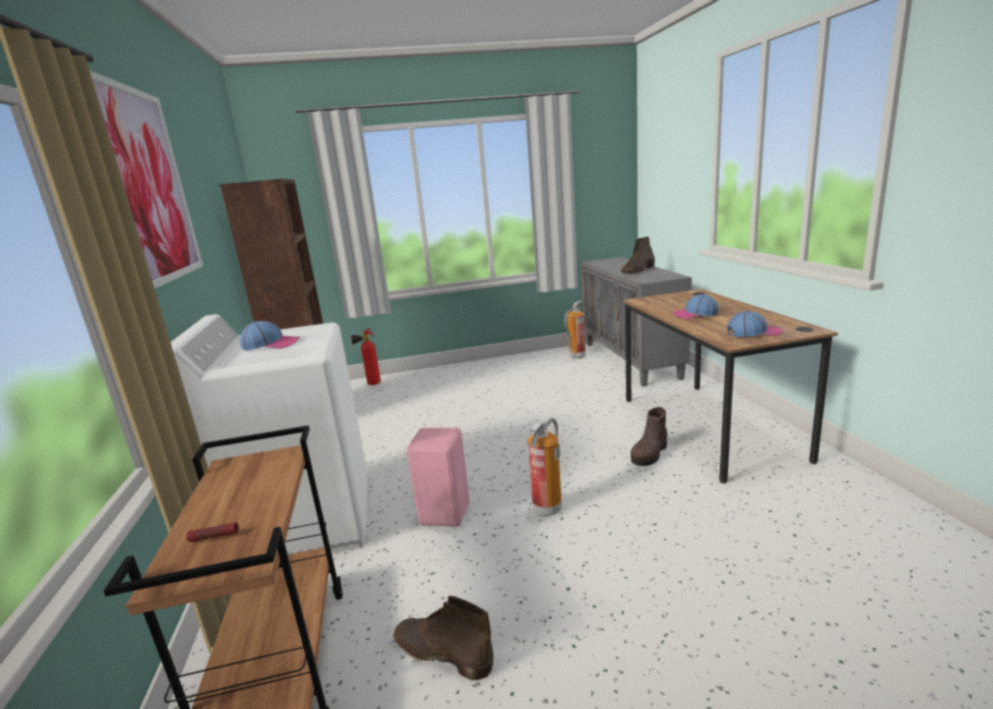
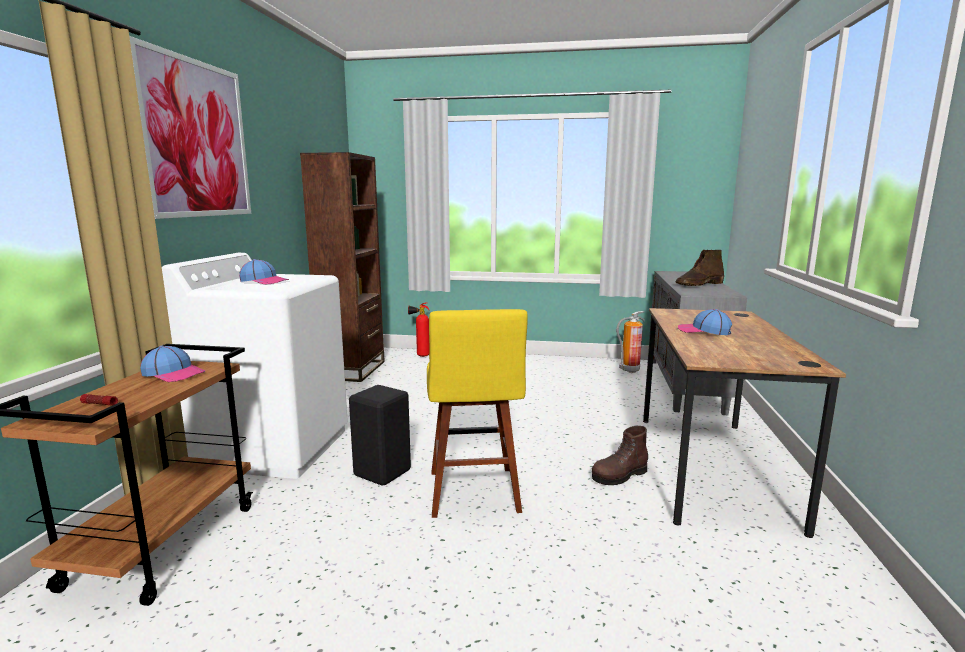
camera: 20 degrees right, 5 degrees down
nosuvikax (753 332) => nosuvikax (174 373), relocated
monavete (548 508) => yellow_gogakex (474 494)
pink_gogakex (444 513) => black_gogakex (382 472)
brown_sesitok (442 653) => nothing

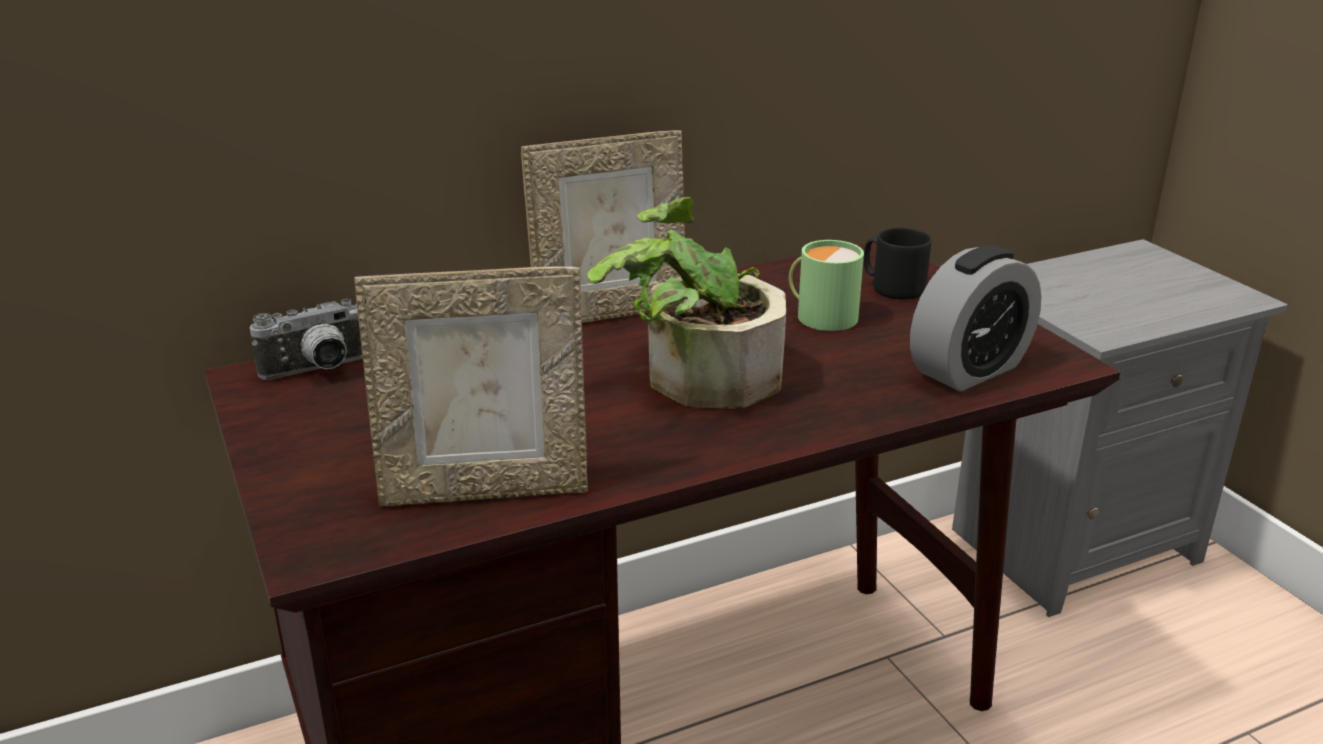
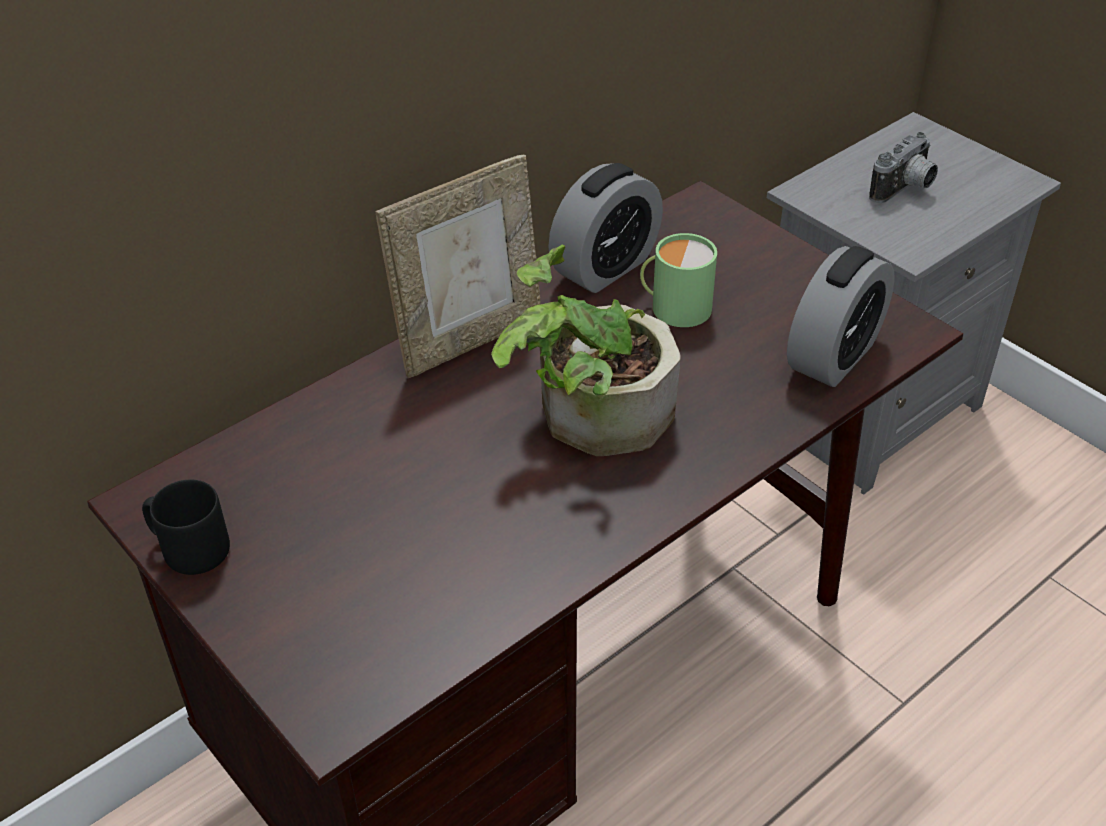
camera: 15 degrees left, 15 degrees up
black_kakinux (892 288) => black_kakinux (189 548), relocated
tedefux (485 490) => nothing
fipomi (317 371) => fipomi (905 190), relocated
nothing => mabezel (605 267)

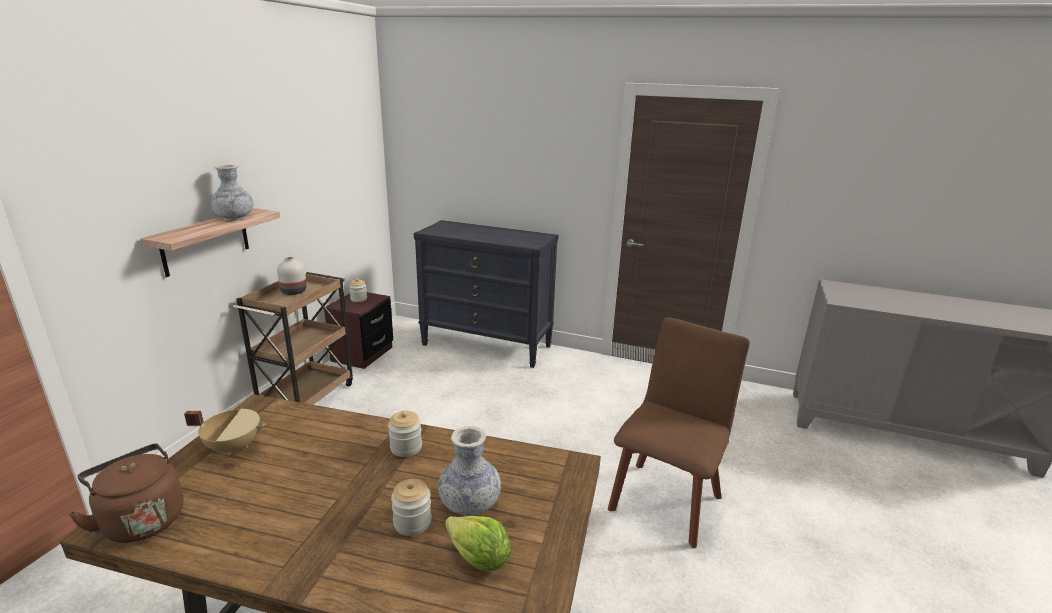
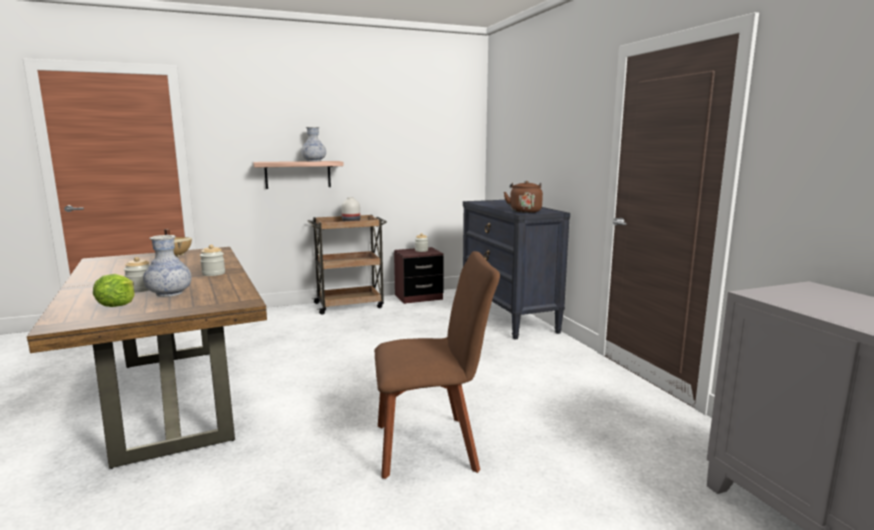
camera: 50 degrees right, 10 degrees down
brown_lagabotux (141 519) => brown_lagabotux (524 211), relocated

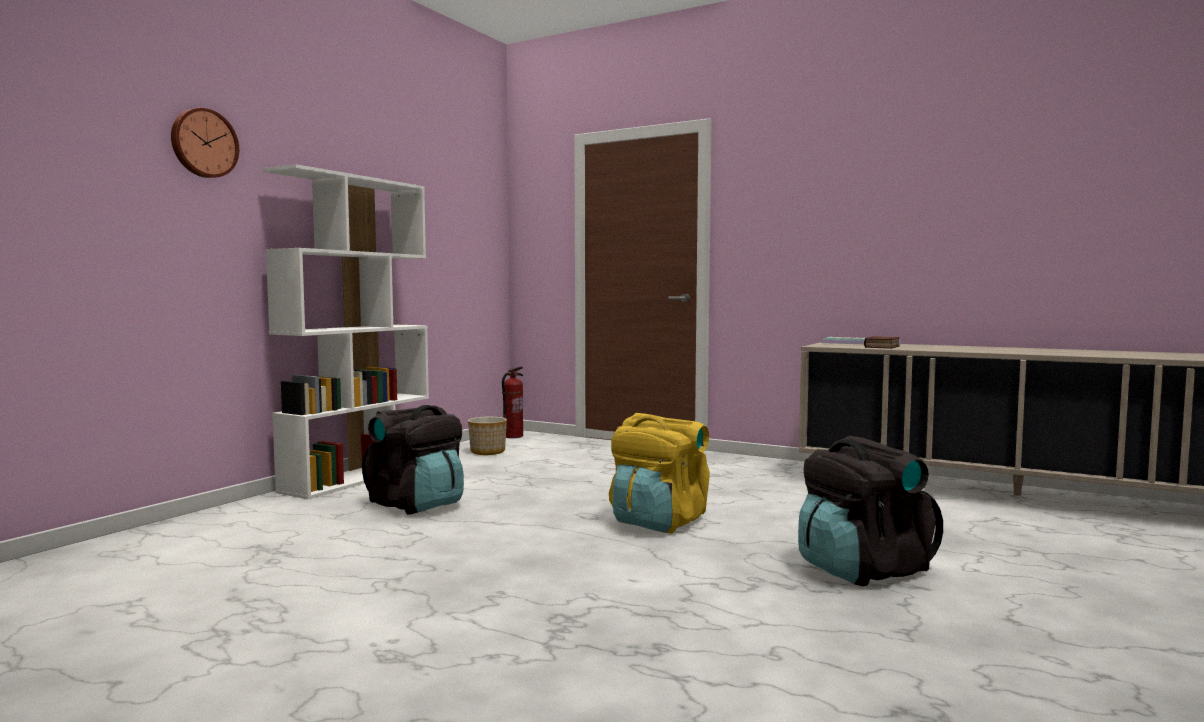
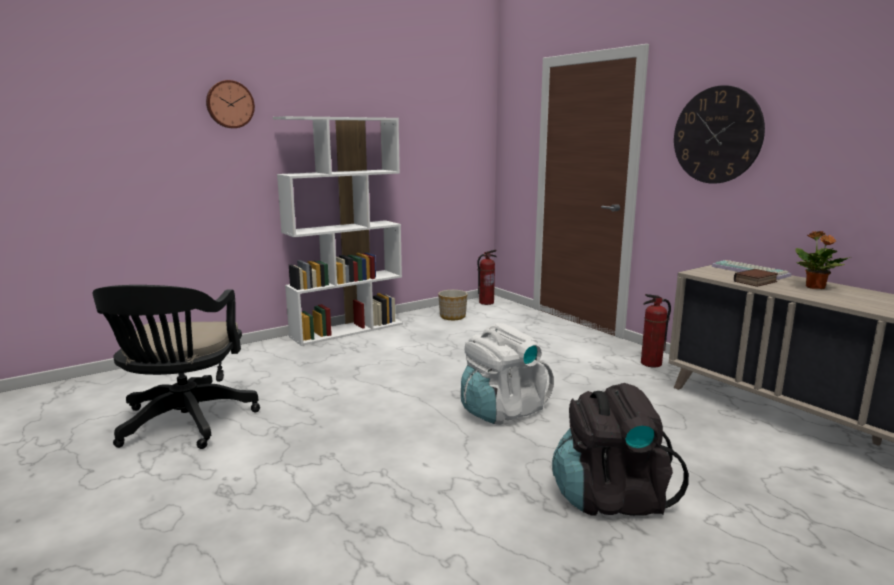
camera: 25 degrees right, 10 degrees up
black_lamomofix (417 505) => nothing
yellow_lamomofix (658 522) => white_lamomofix (502 411)
nothing => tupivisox (717 135)
nothing => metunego (815 287)
nothing => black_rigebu (184 424)
nothing => monavete (651 364)

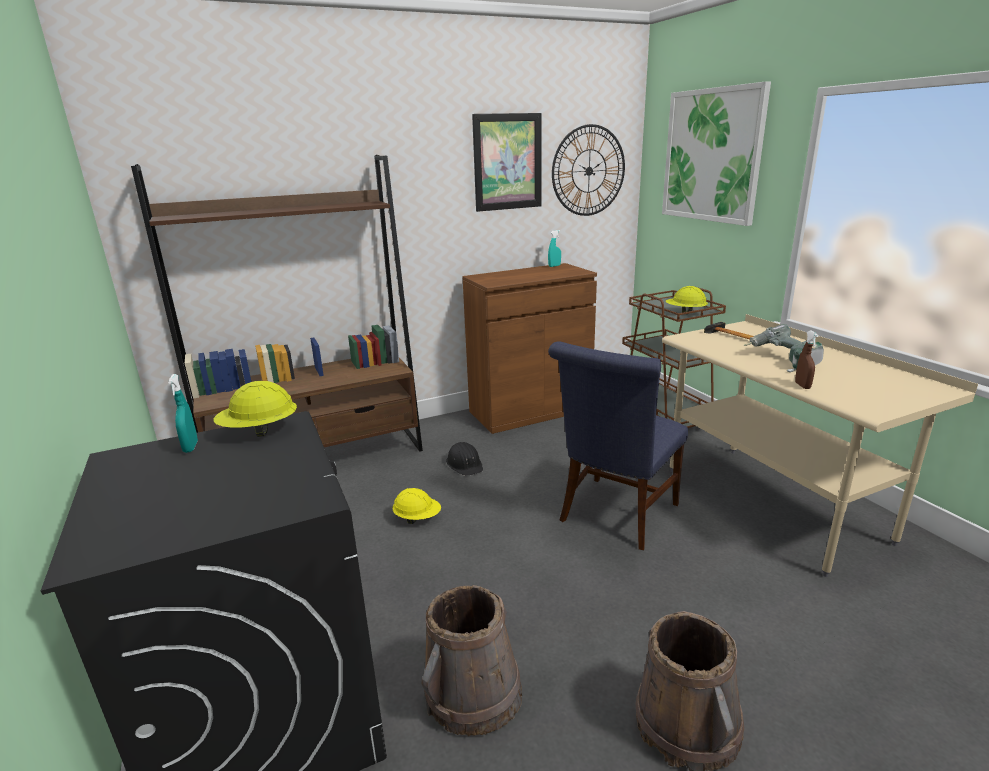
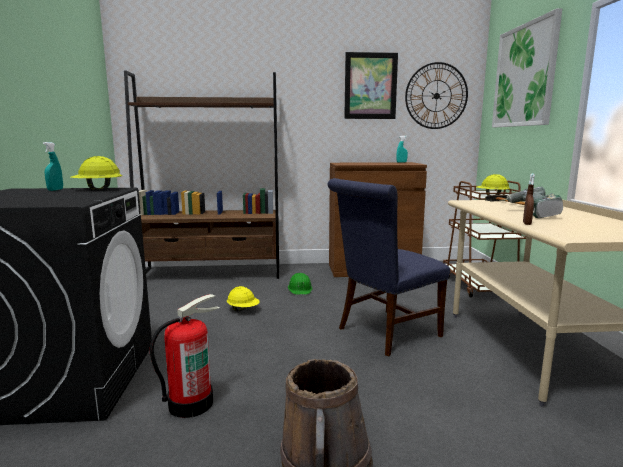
camera: 20 degrees right, 10 degrees down
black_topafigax (465 464) => green_topafigax (300 289)
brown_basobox (473 693) => monavete (190 403)

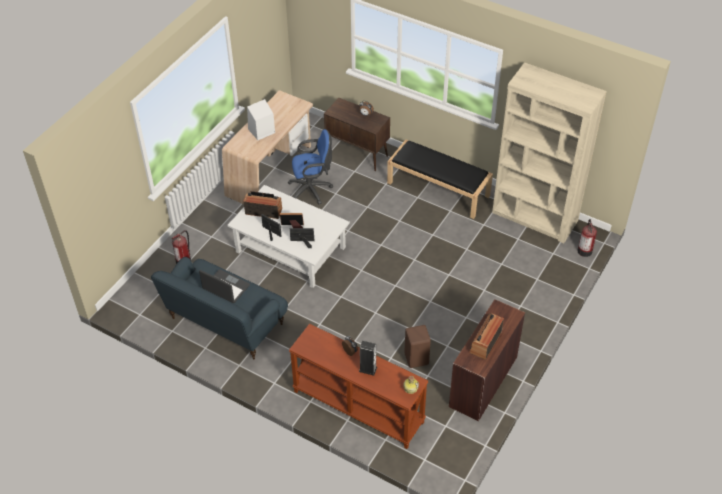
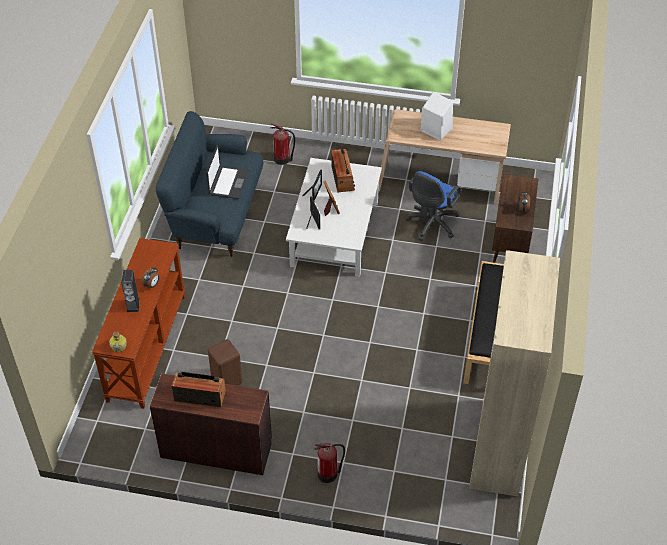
camera: 70 degrees right, 0 degrees up
blue_rigebu (312 190) => blue_rigebu (431 225), 60 degrees clockwise
monavete (584 250) => monavete (328 473), relocated

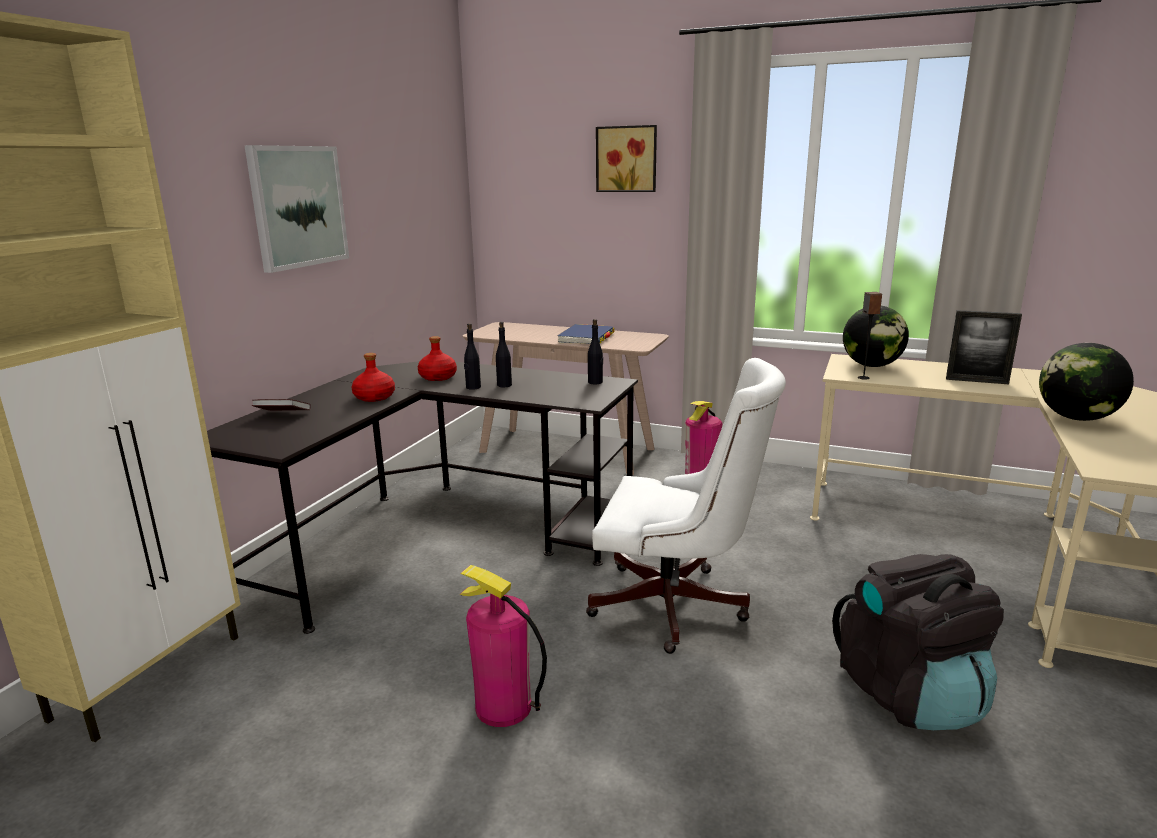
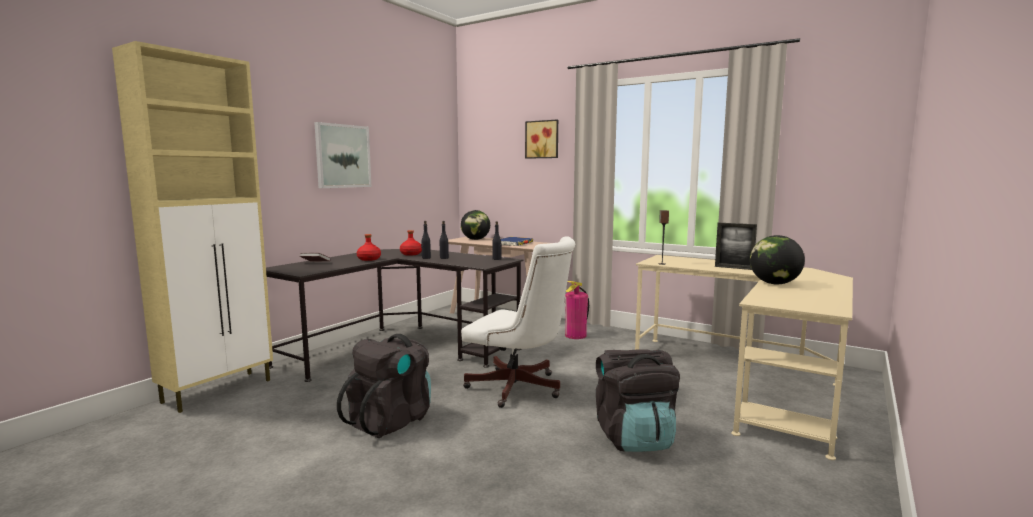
camera: 10 degrees right, 10 degrees down
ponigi (871 365) => ponigi (475 239), relocated
monavete (503 707) => black_lamomofix (391 420)

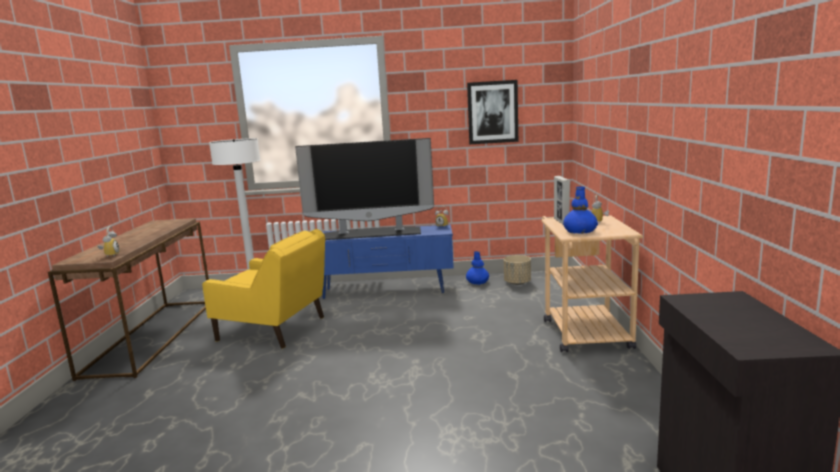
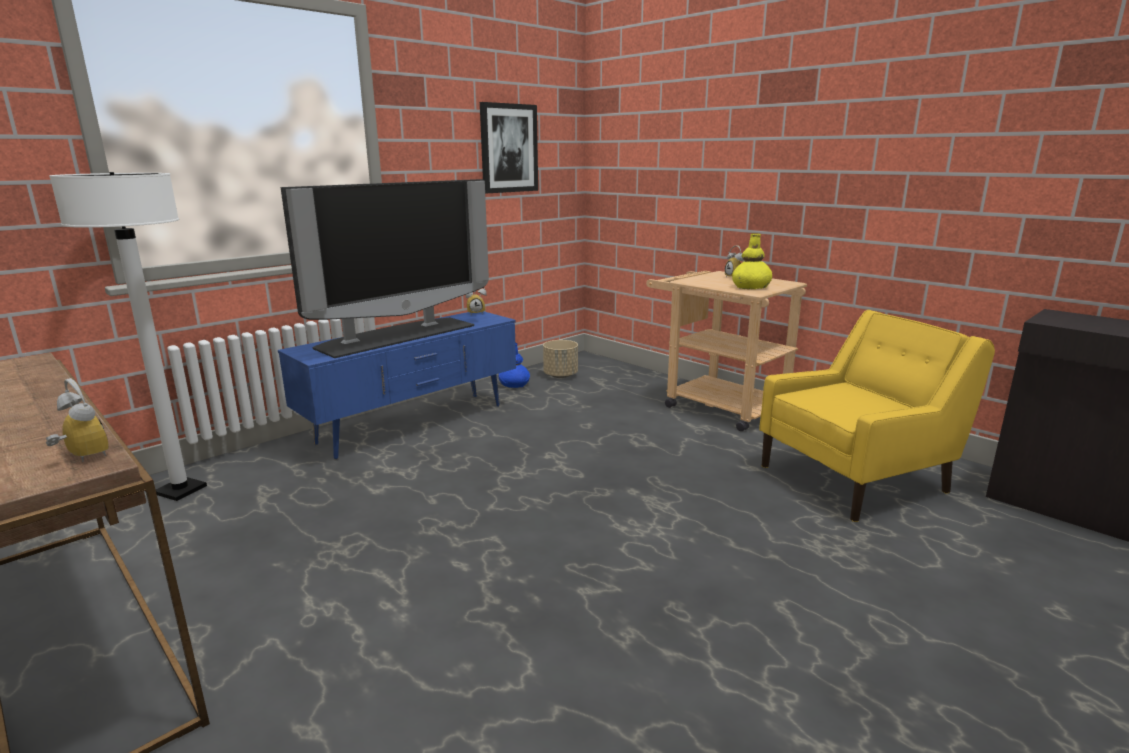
camera: 45 degrees left, 5 degrees up
tedefux (561 222) => nothing
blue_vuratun (580 231) => yellow_vuratun (751 287)
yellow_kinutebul (274 330) => yellow_kinutebul (856 478), relocated

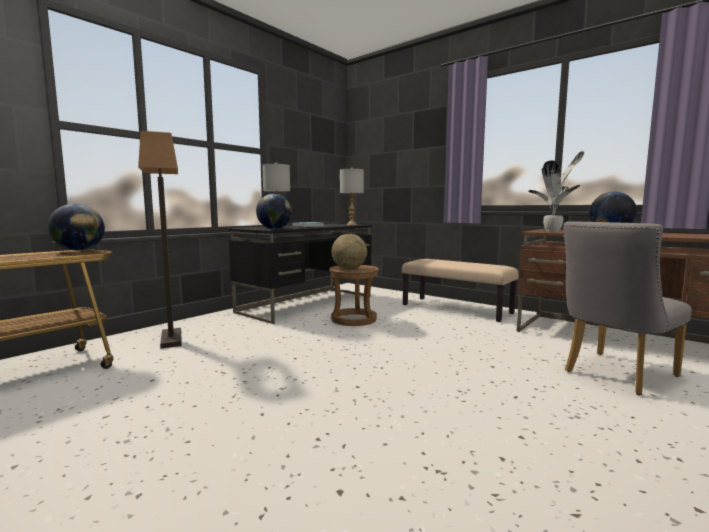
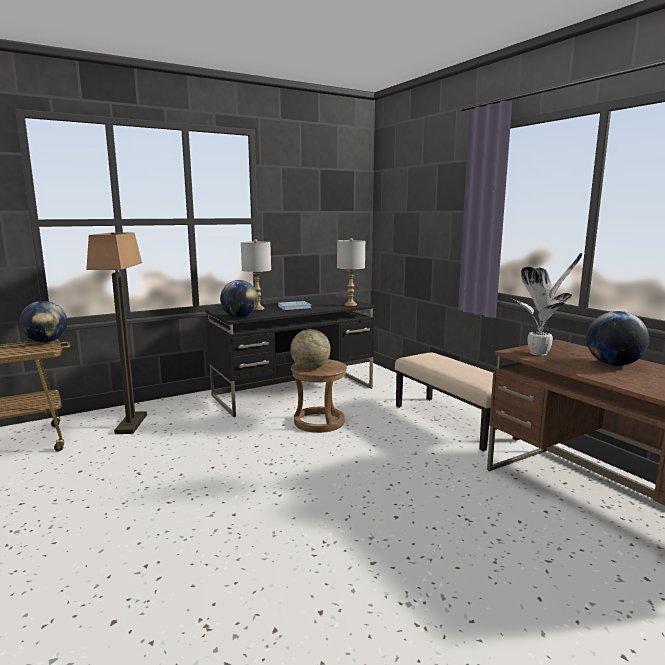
camera: 20 degrees right, 5 degrees up
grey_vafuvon (614 374) => nothing

